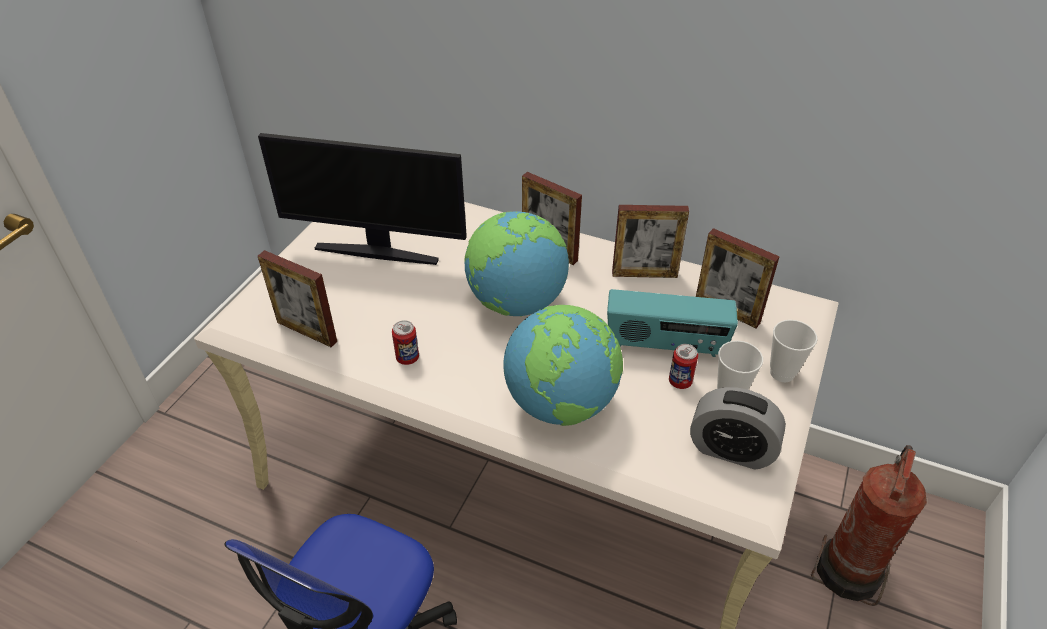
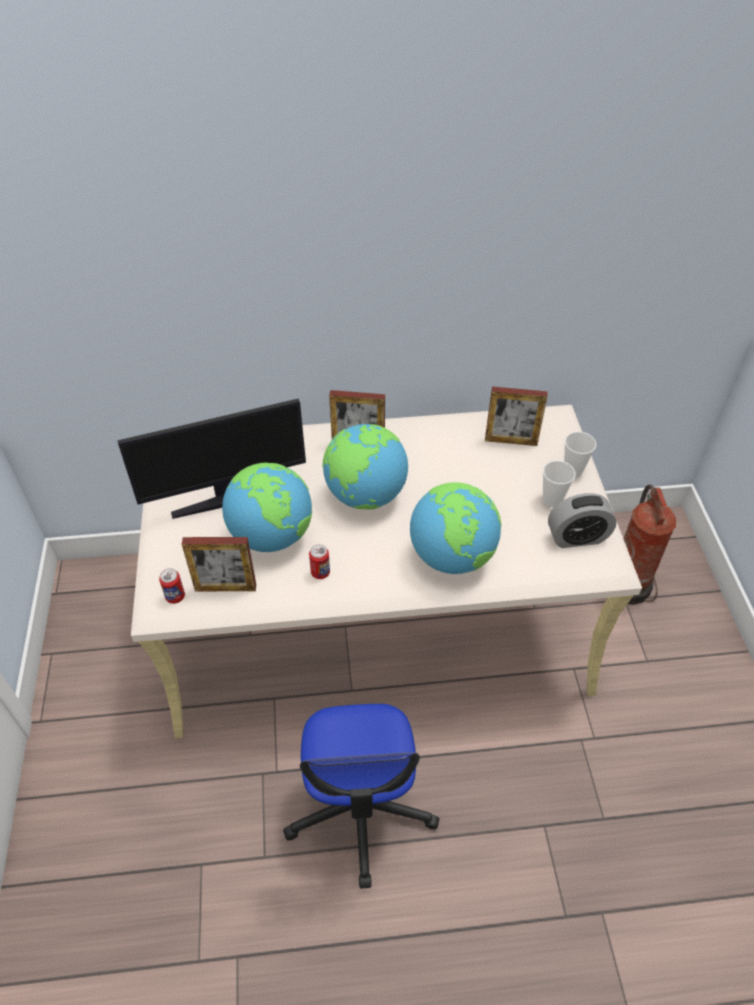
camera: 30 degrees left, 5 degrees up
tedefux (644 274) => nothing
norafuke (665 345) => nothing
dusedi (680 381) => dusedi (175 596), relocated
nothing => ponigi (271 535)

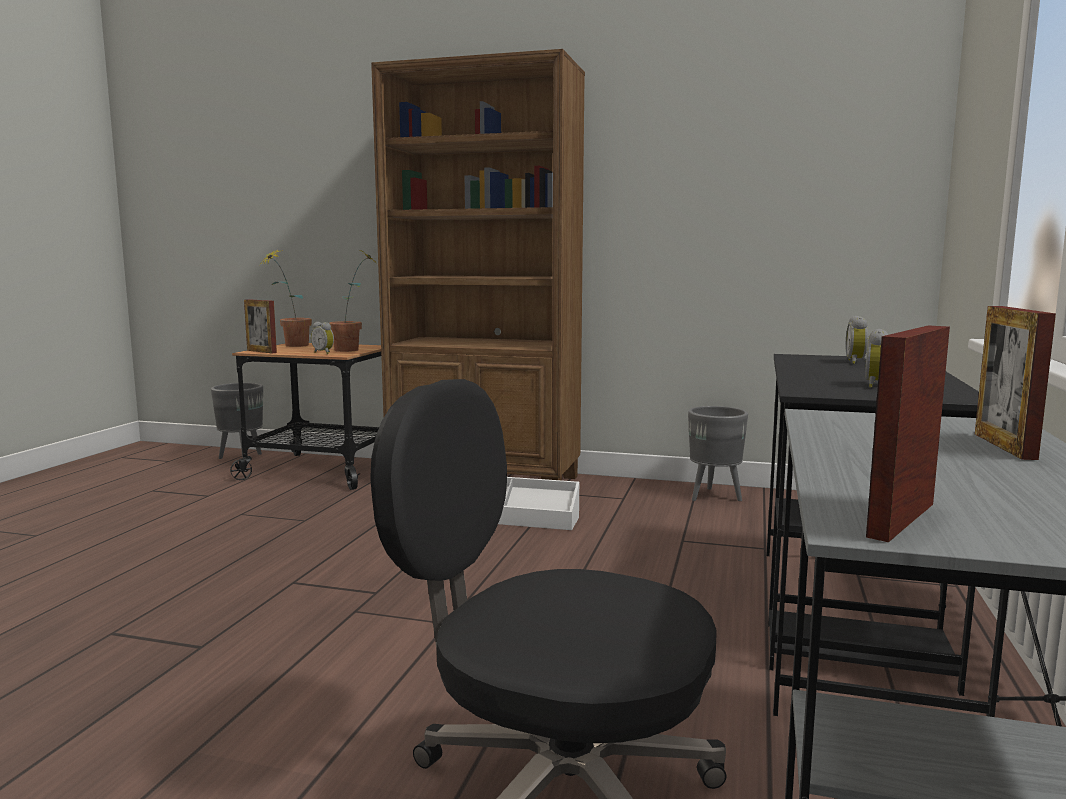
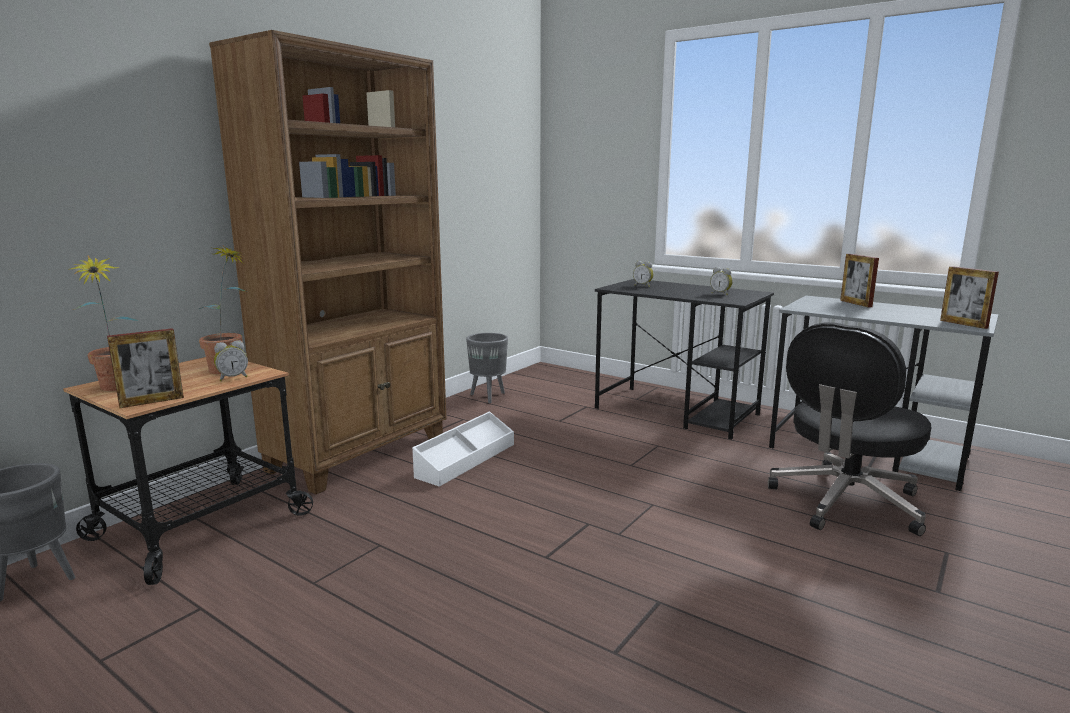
camera: 70 degrees left, 5 degrees up
tedefux (1004 446) => tedefux (855 303), 45 degrees clockwise

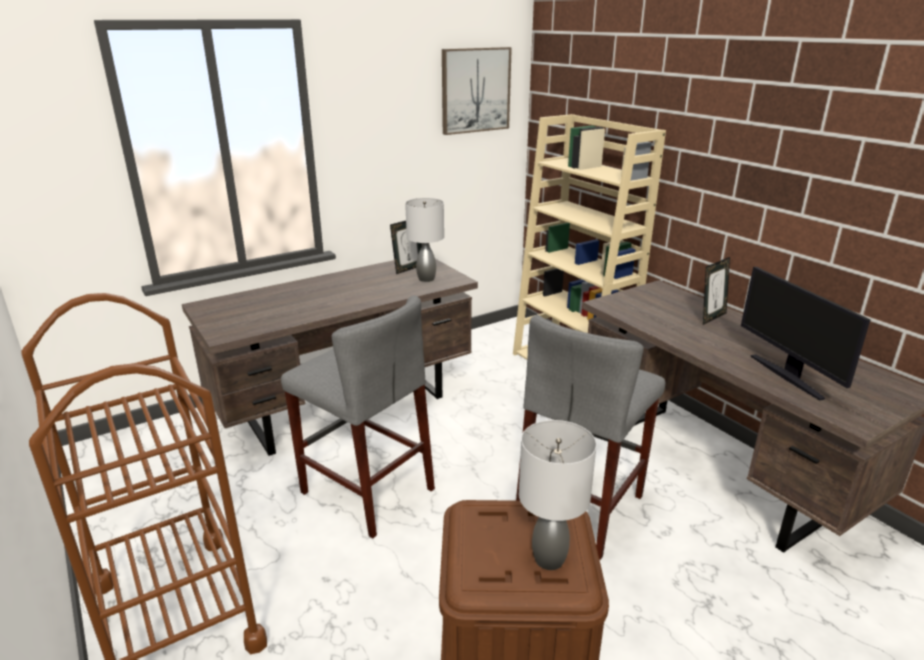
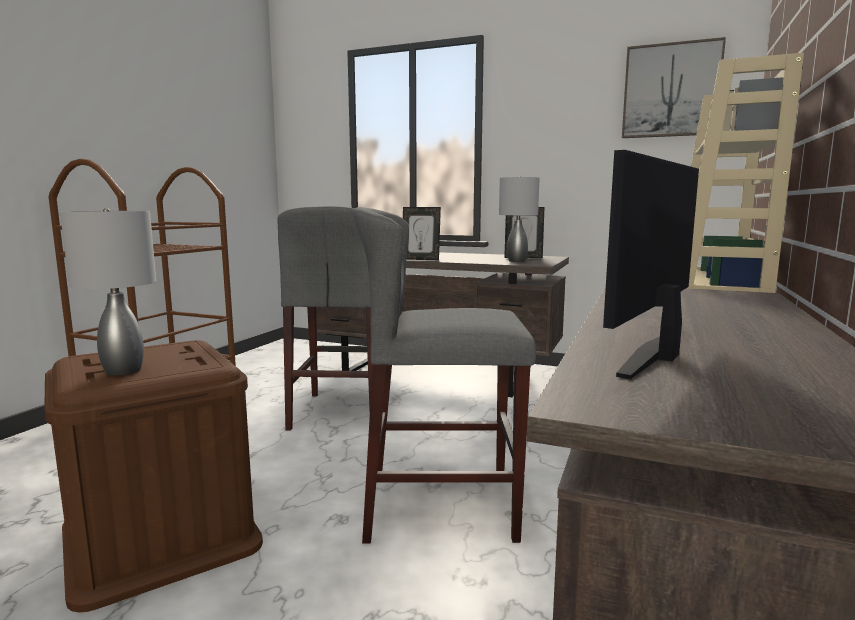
camera: 55 degrees right, 15 degrees down
tedefux (711 317) => tedefux (420 259), relocated

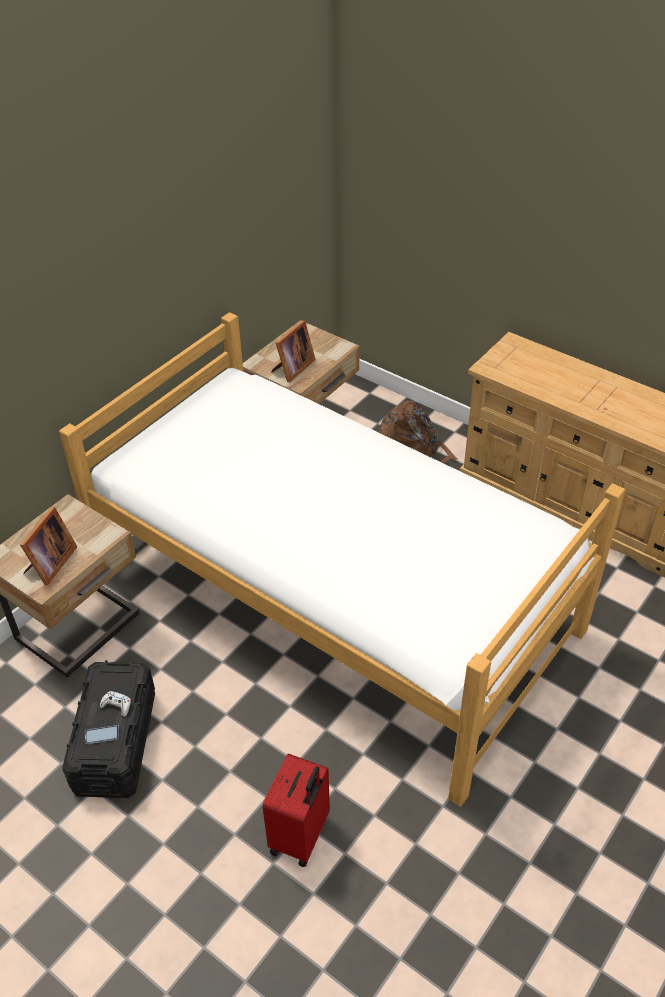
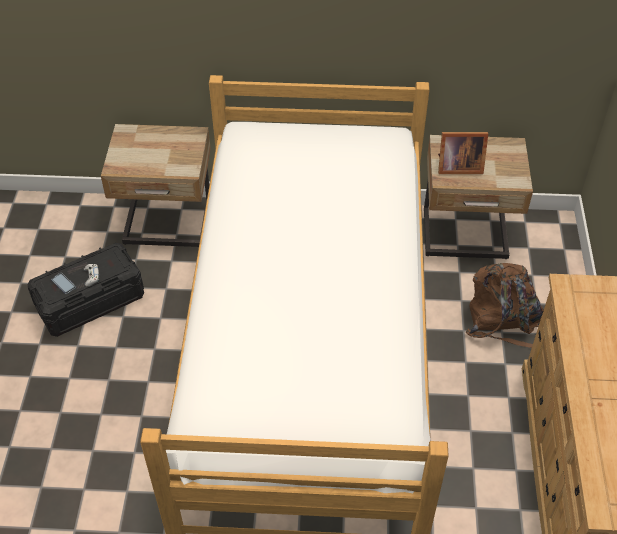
camera: 55 degrees right, 5 degrees up
tedefux (50 564) => nothing
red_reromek (301 836) => nothing

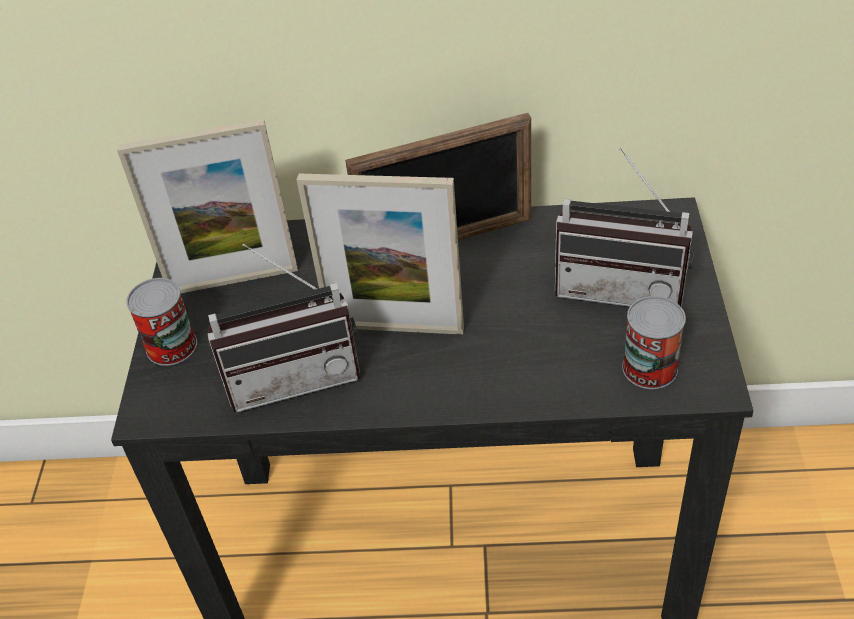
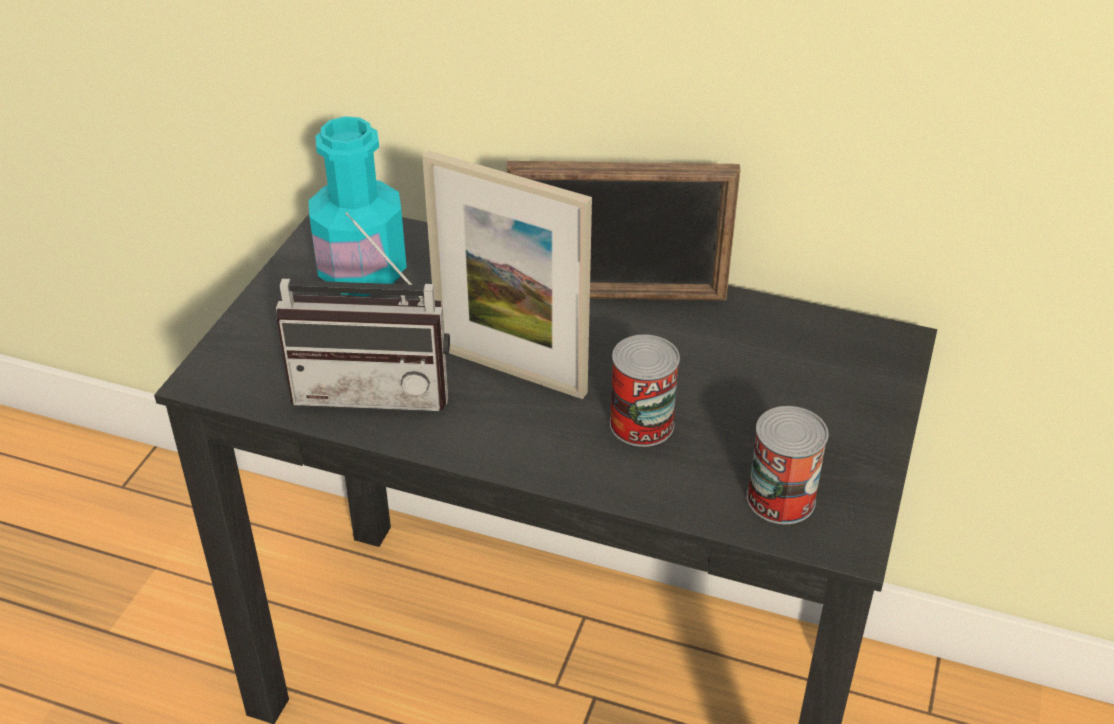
camera: 15 degrees right, 5 degrees down
tedefux (233 280) => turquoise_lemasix (362 272)
norafuke (621 286) => nothing
dusedi (171 346) => dusedi (641 424), relocated

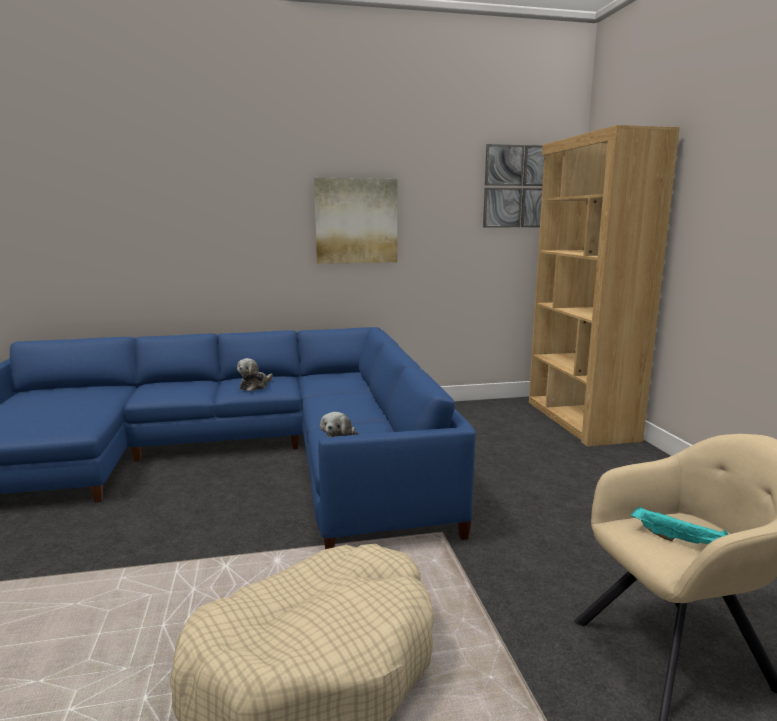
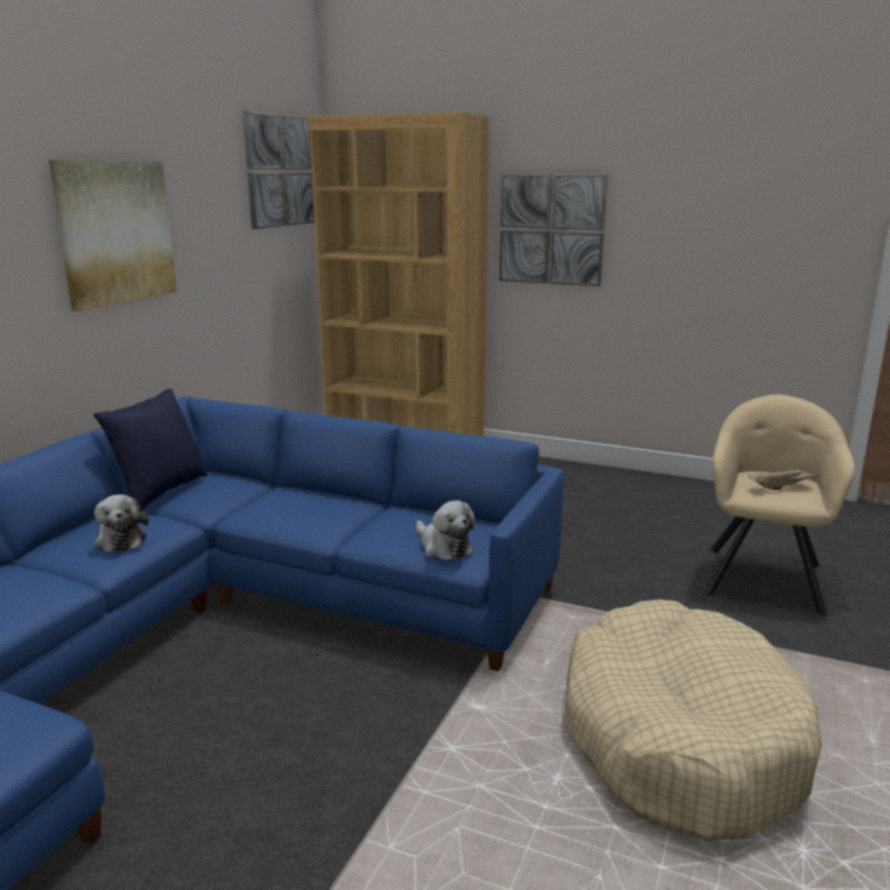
camera: 55 degrees left, 5 degrees up
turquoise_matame (679 540) => beige_matame (781 487)
nothing => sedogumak (551 229)
nothing => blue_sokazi (160 492)

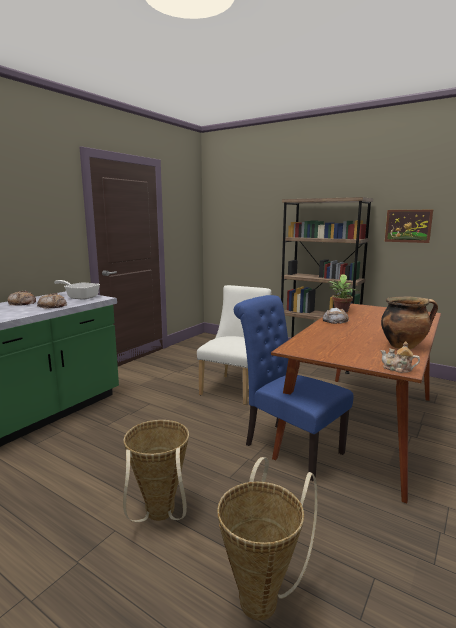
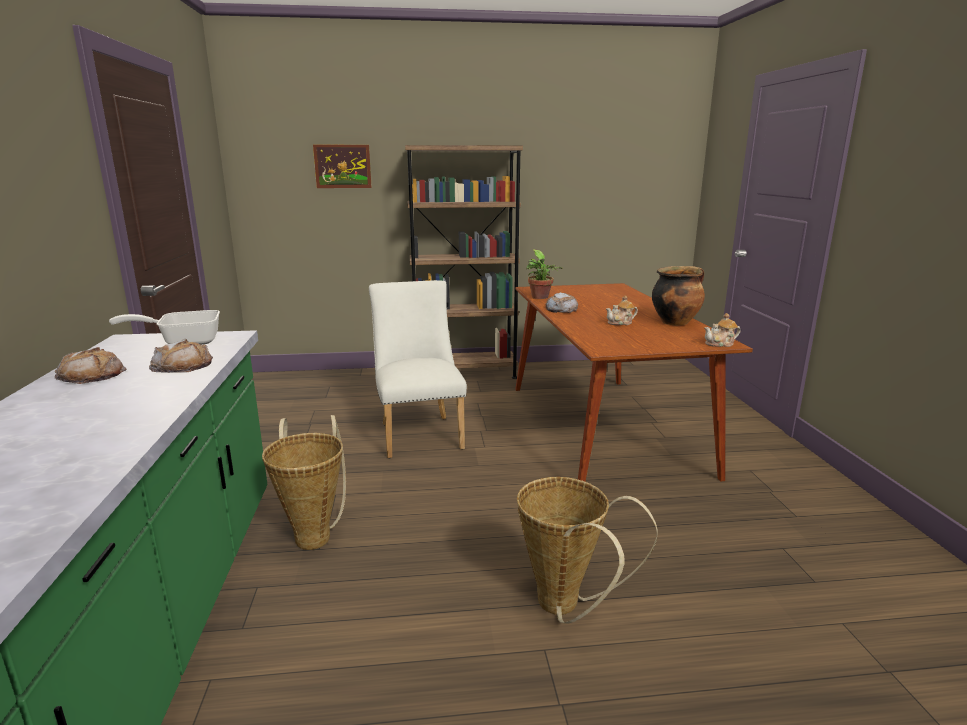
camera: 40 degrees left, 5 degrees up
sedogumak (408 226) => sedogumak (342 166), relocated
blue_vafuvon (288 446) => nothing
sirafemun (263 595) => sirafemun (314 535), relocated
nothing => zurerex (621 323)

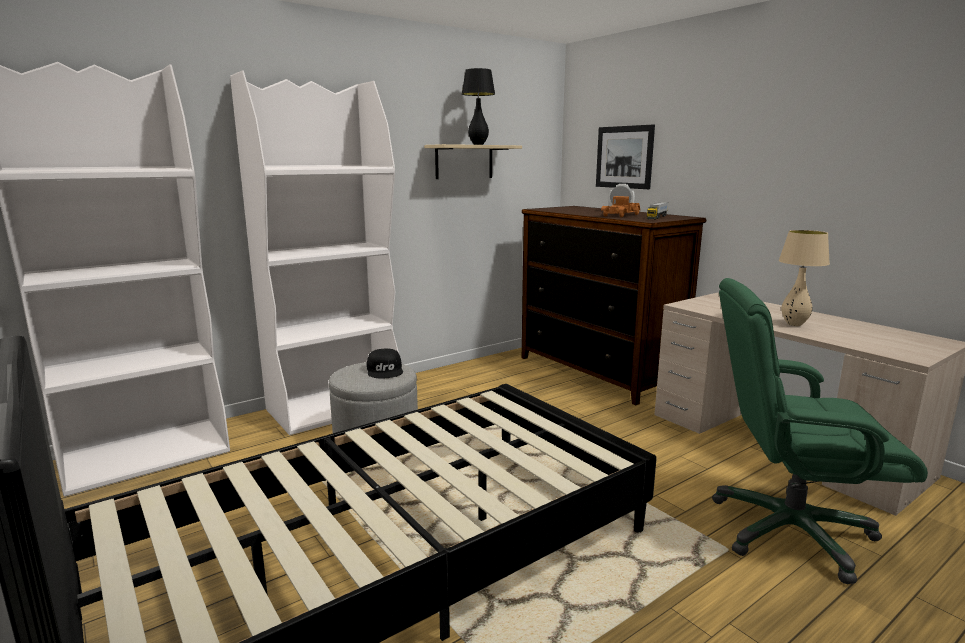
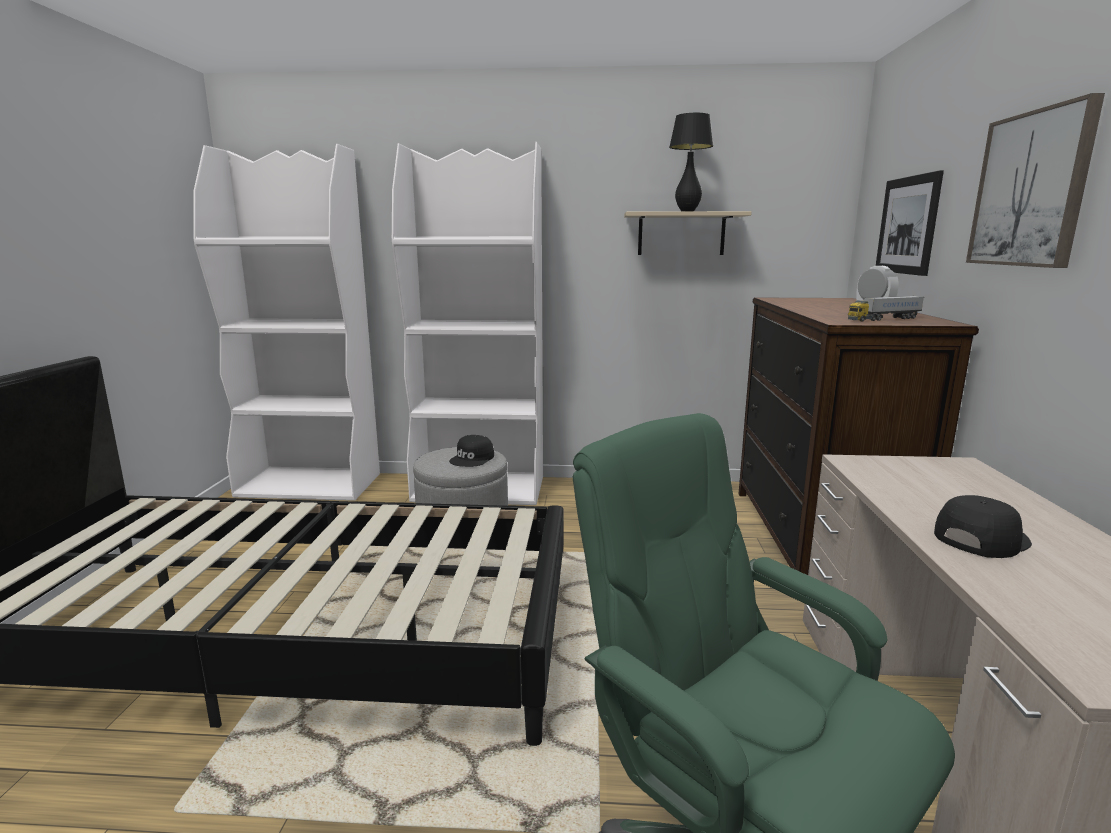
camera: 40 degrees right, 0 degrees up
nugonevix (622 215) => nothing
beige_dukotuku (794 324) => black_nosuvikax (979 537)
nothing => sedogumak (1031 189)

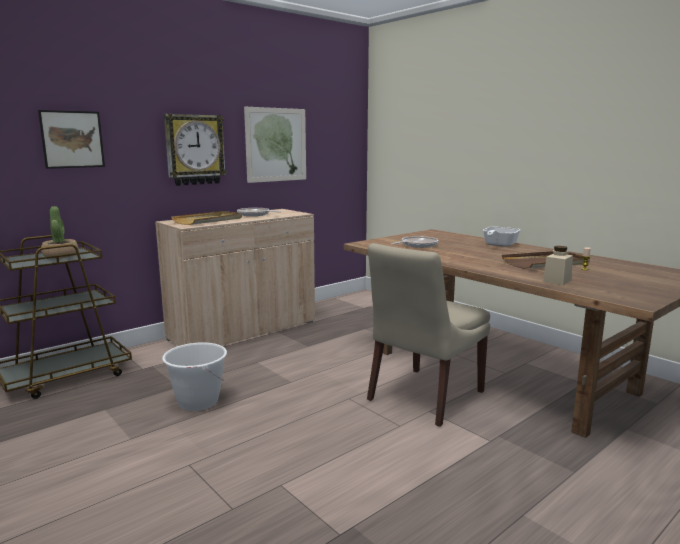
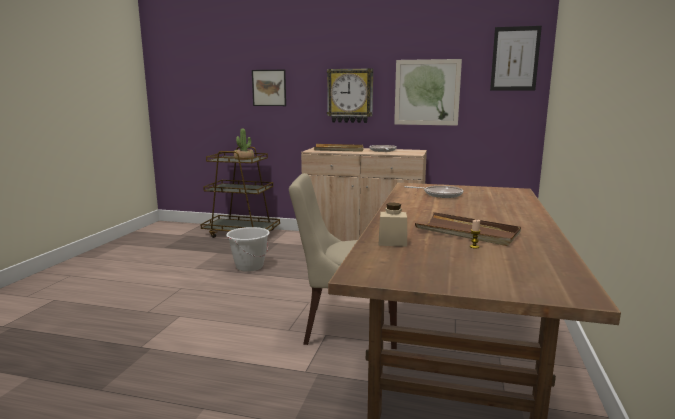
camera: 55 degrees right, 0 degrees up
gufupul (498 245) => nothing
nothing => sedogumak (515 59)

